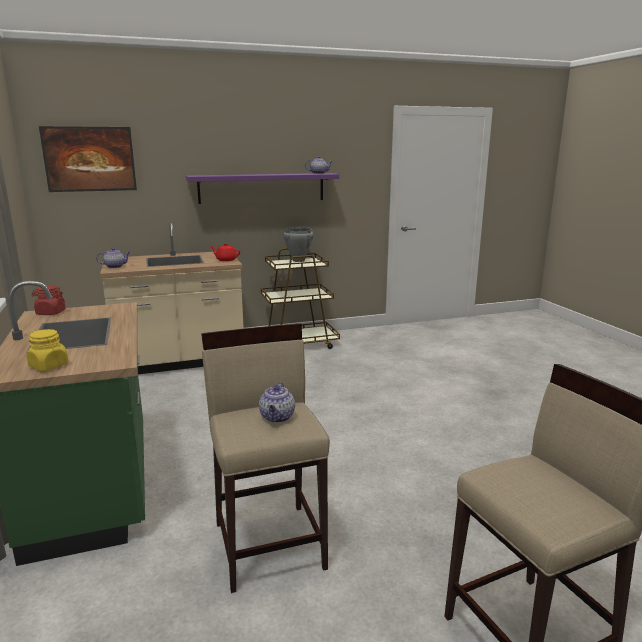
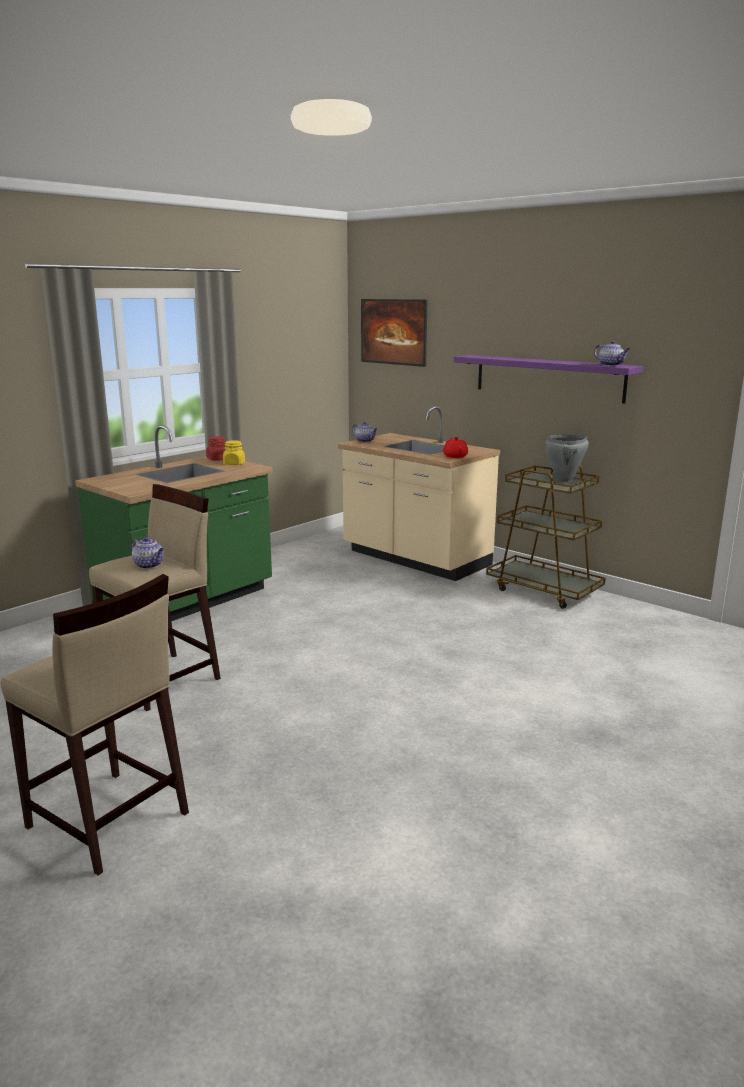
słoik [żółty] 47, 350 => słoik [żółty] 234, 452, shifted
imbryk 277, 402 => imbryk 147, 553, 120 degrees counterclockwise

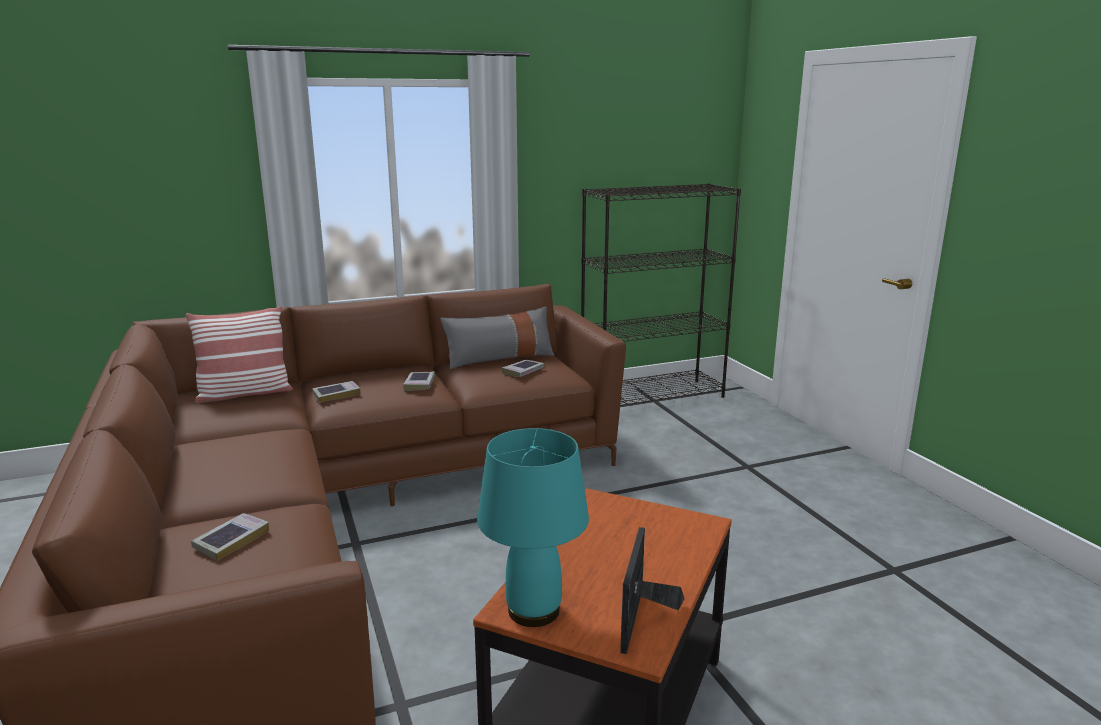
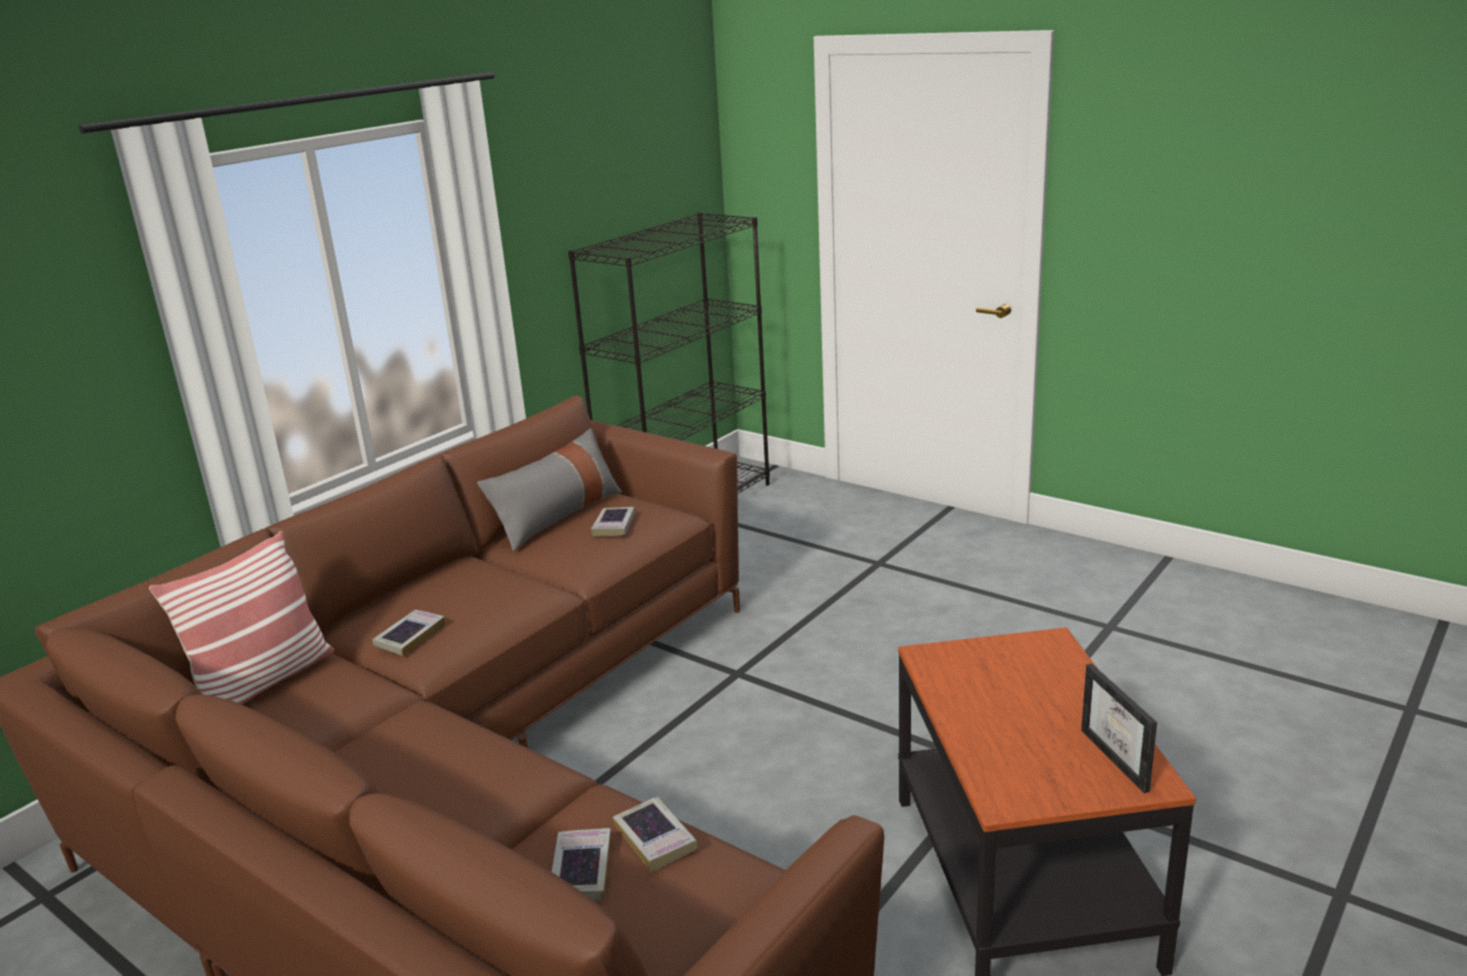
lampa stołowa [turkusowy] 533, 527 => nothing
książka 419, 381 => książka 655, 834, shifted

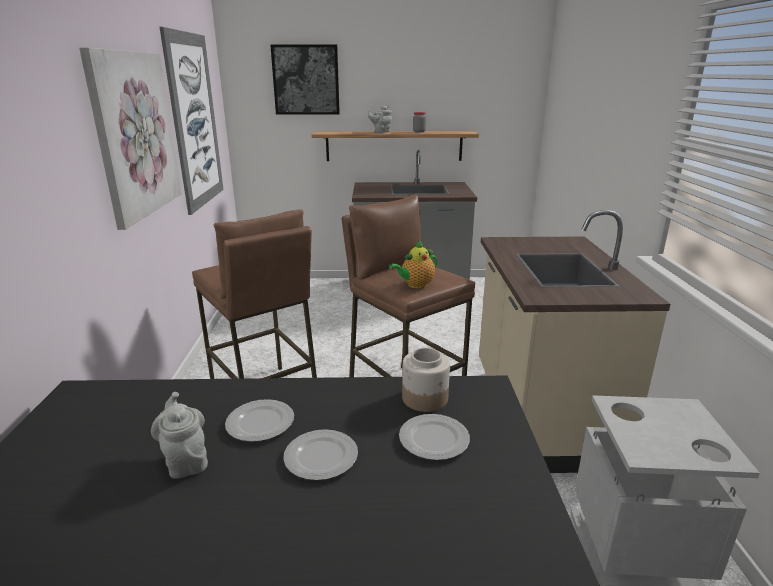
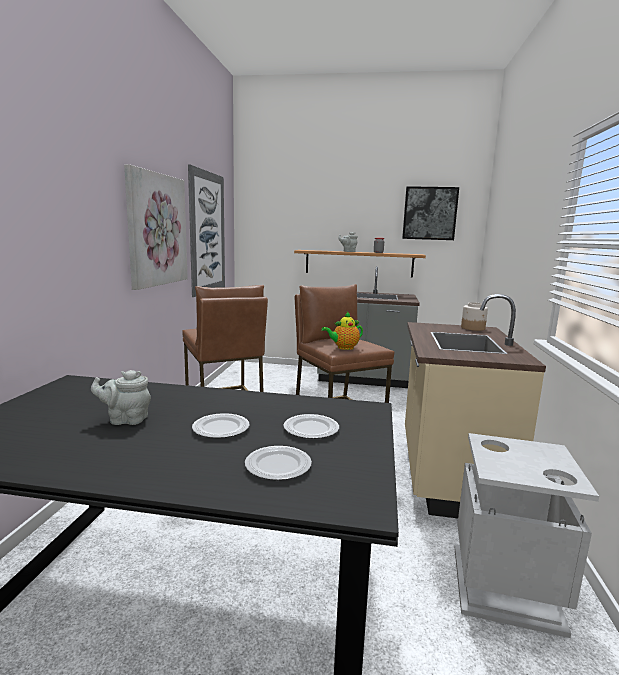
talerz 259, 420 => talerz 278, 463, shifted
obraz 305, 79 => obraz 430, 213, shifted
słoik 426, 380 => słoik 474, 316, shifted
imbryk [szary] 179, 435 => imbryk [szary] 121, 397, 75 degrees counterclockwise

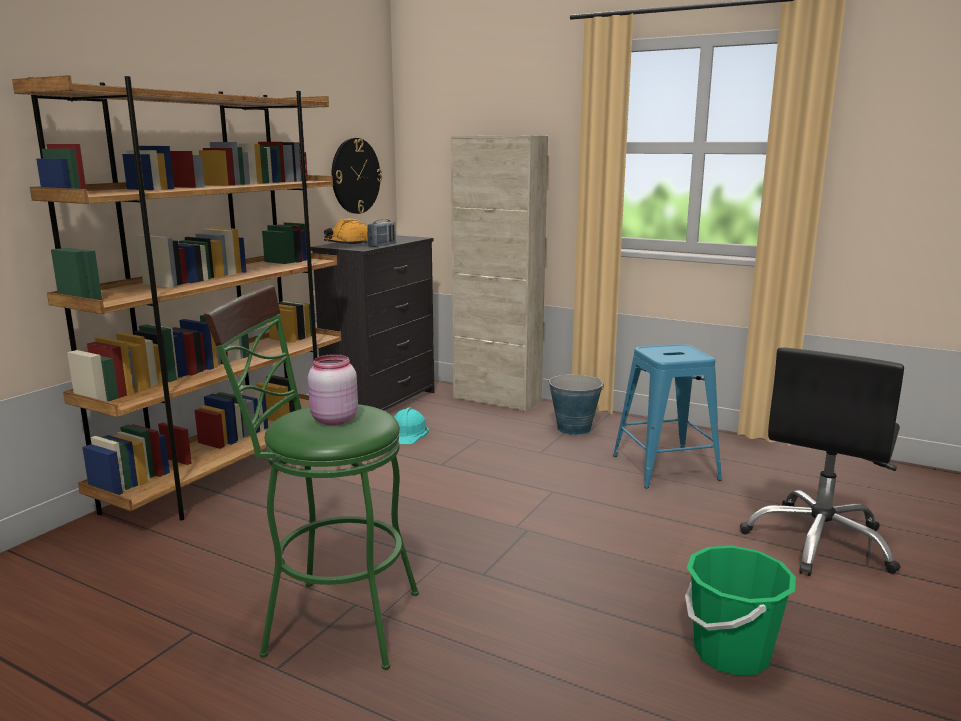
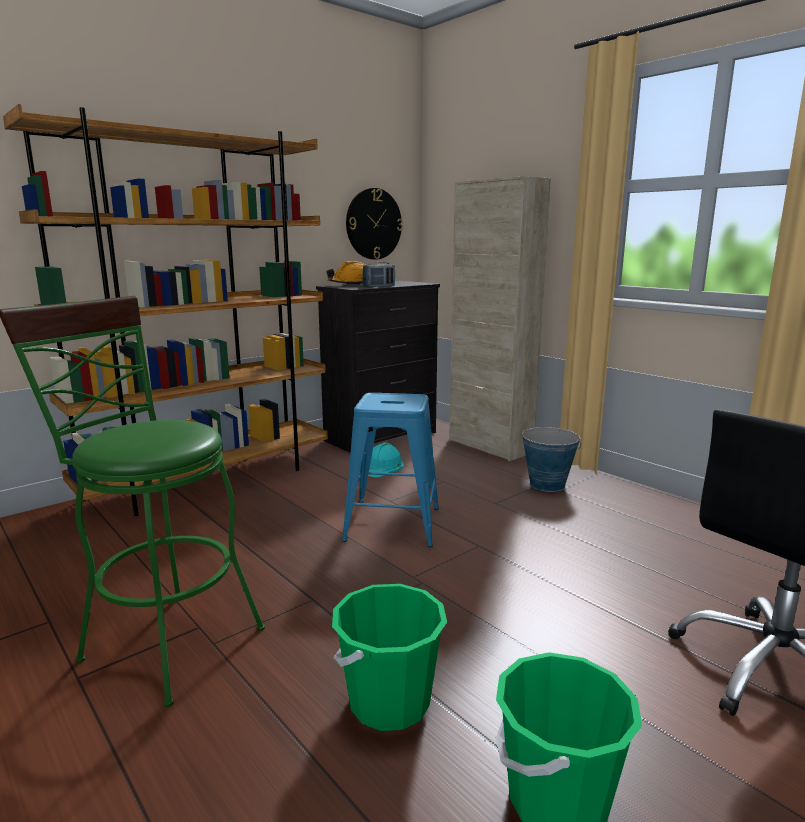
słoik [różowy] 333, 389 => nothing
nothing => wiadro [zielony] 389, 657
stołek [niebieski] 667, 416 => stołek [niebieski] 390, 470, shifted

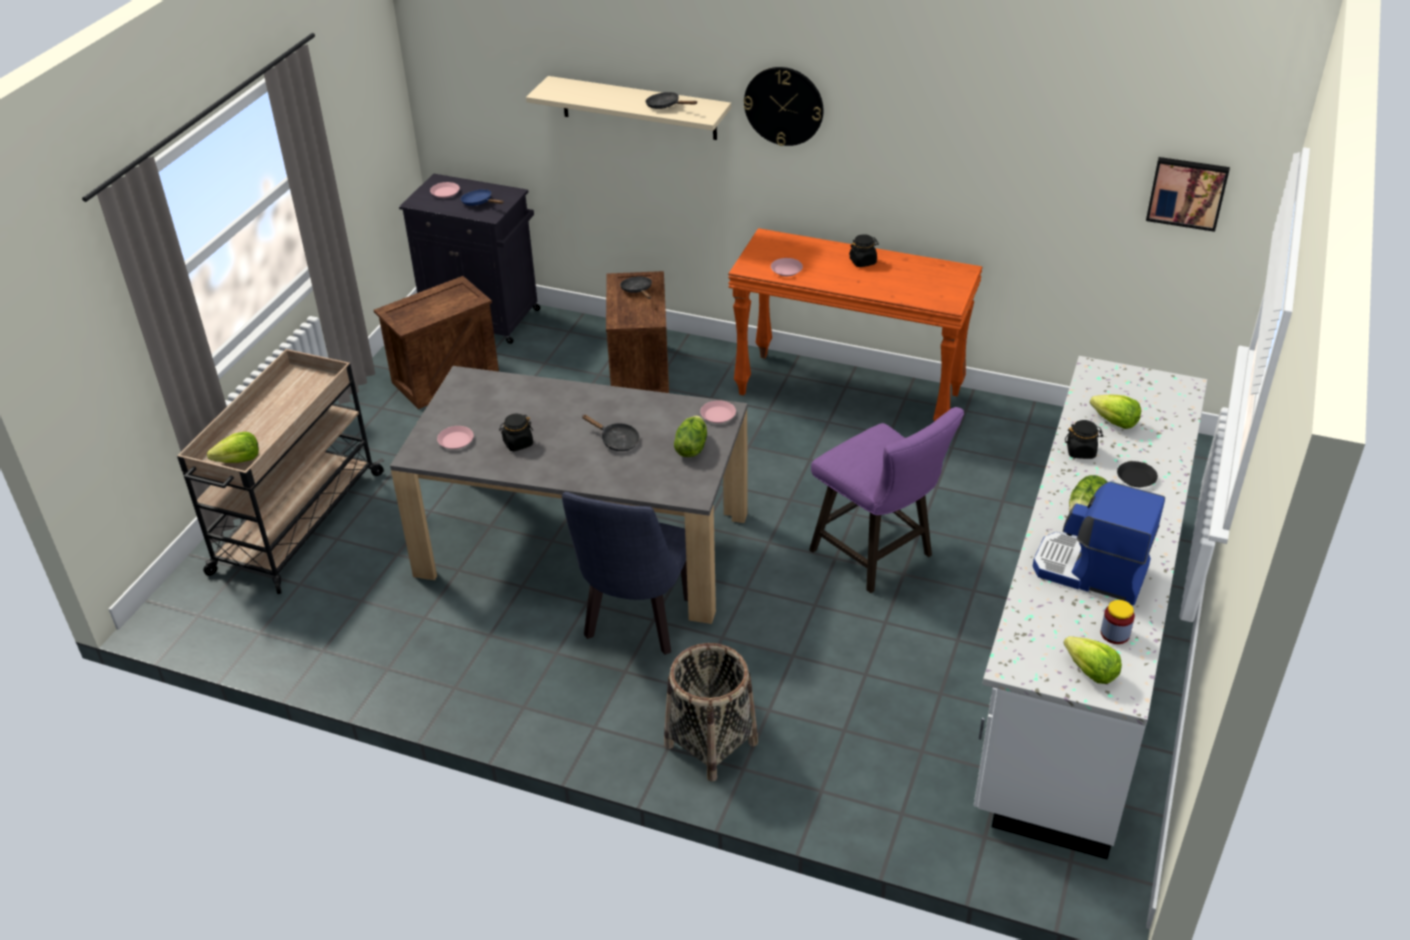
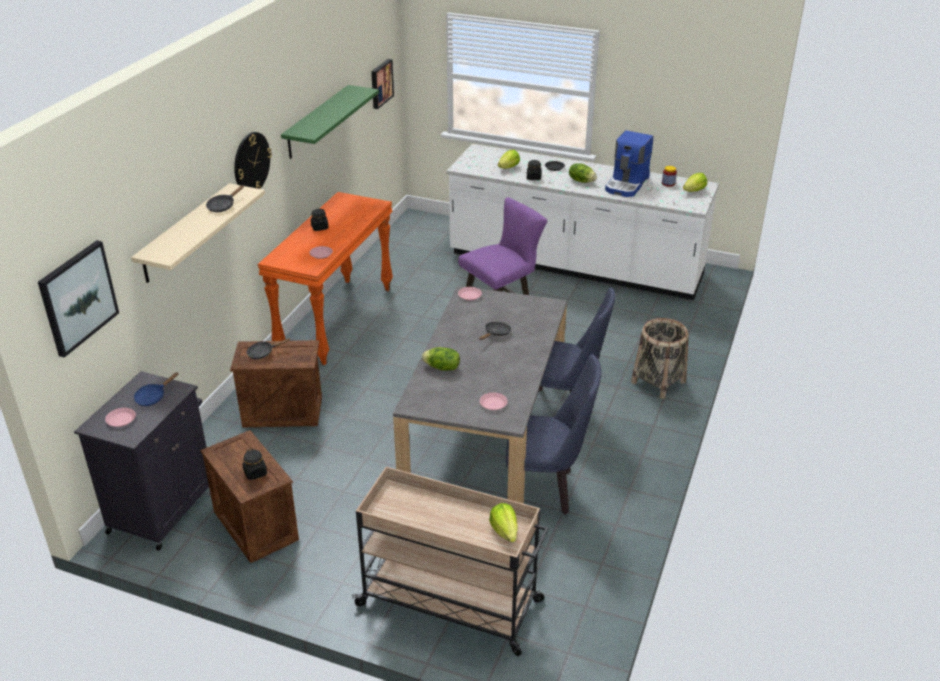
nothing => obraz 78, 299
nothing => półka [zielony] 330, 122
nothing => krzesło [niebieski] 553, 434
słoik [czarny] 516, 432 => słoik [czarny] 254, 464, shifted
sałata 690, 436 => sałata 441, 359, shifted

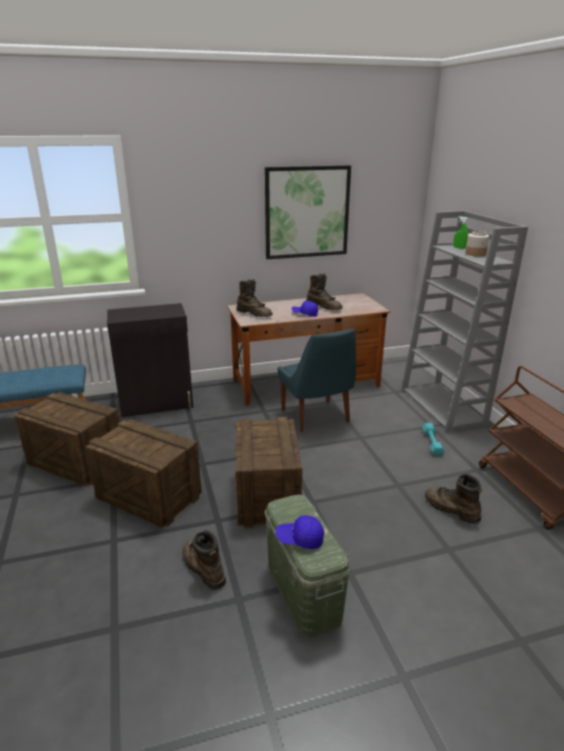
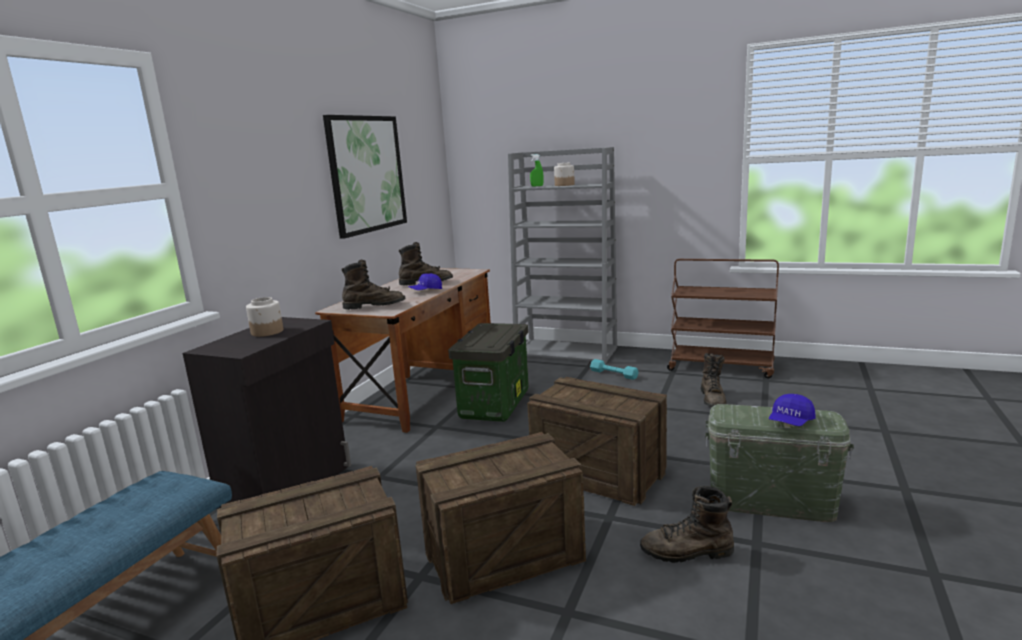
nothing => słoik 265, 317
krzesło [niebieski] 317, 380 => pojemnik do przechowywania 488, 372
but z cholewką [brązowy] 453, 499 => but z cholewką [brązowy] 714, 380, 75 degrees counterclockwise

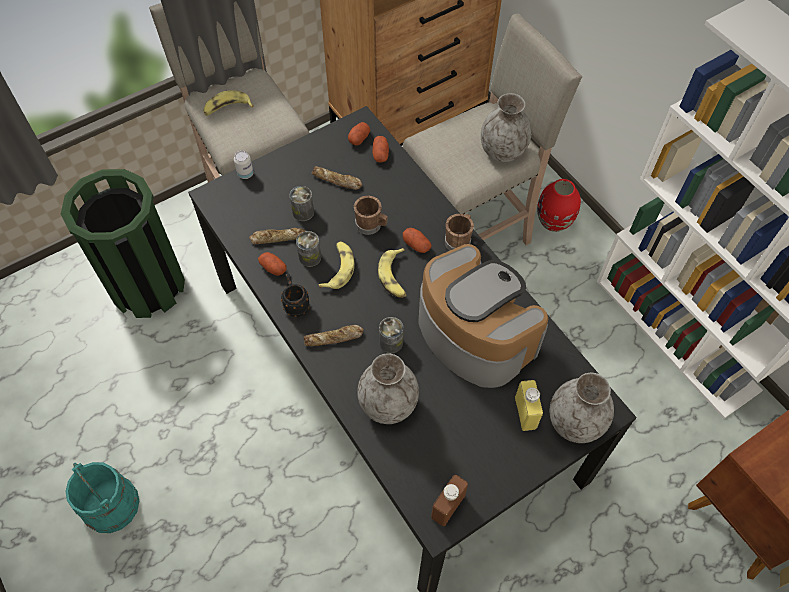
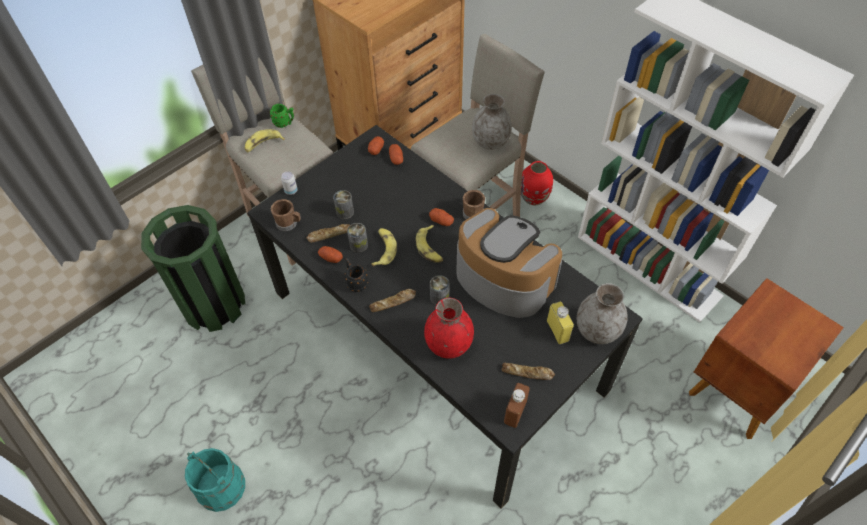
nothing => kubek [zielony] 281, 116
chleb 337, 178 => chleb 528, 371, shifted
kubek [brązowy] 371, 215 => kubek [brązowy] 286, 215, shifted
wazon [szary] 388, 388 => wazon [czerwony] 449, 328

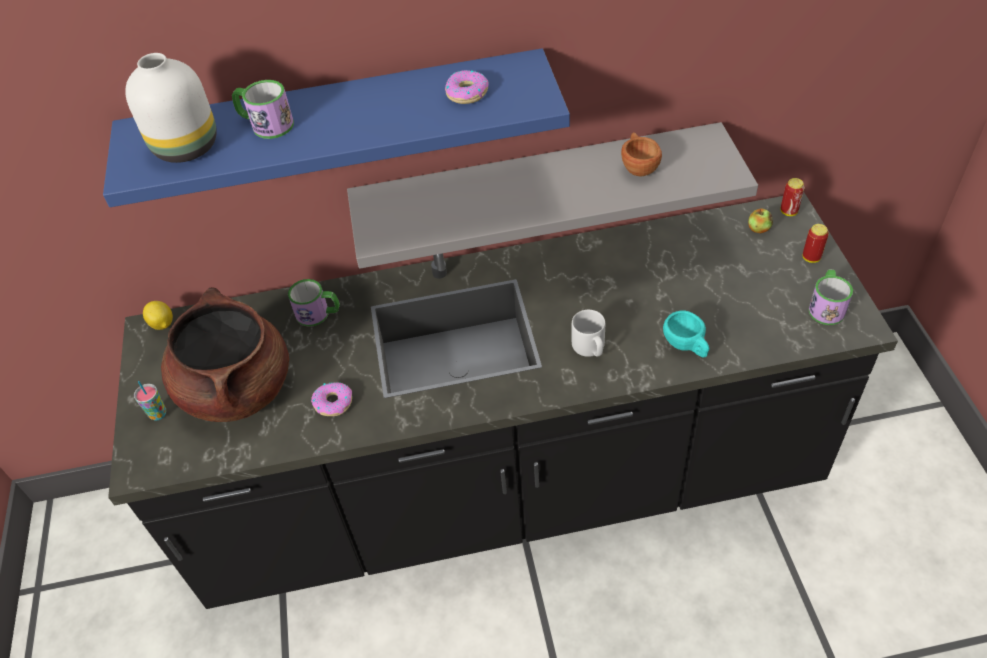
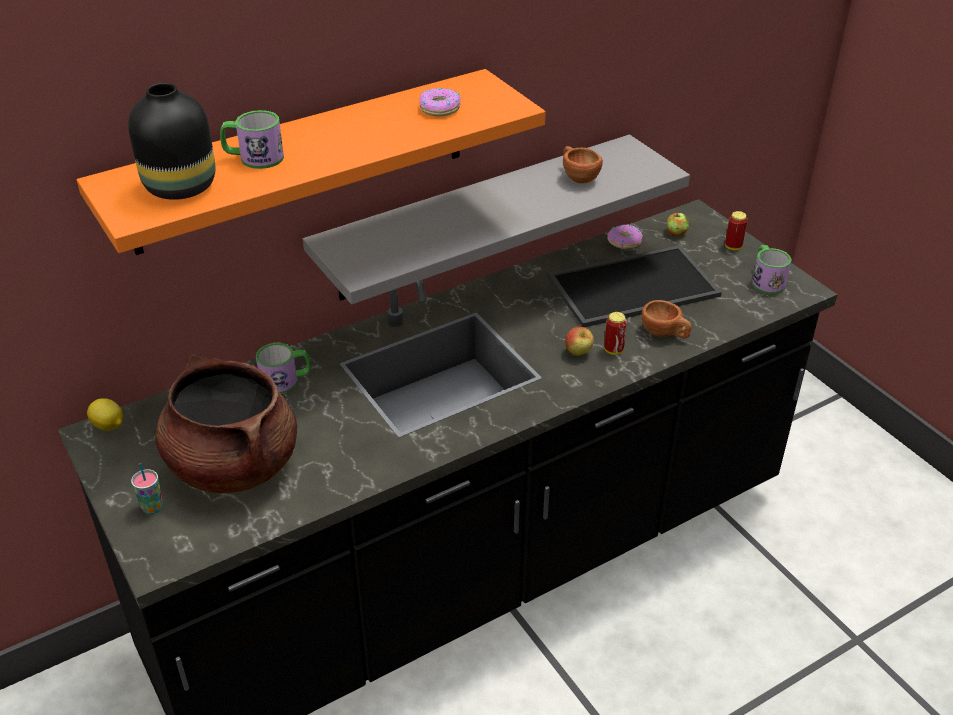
nothing => taca 634, 286
donut 331, 399 => donut 625, 236, shifted
puszka 792, 197 => puszka 615, 333, shifted
kubek [szary] 588, 333 => jabłko 580, 341
półka [niebieski] 336, 127 => półka [pomarańczowy] 311, 162
wazon [biały] 171, 108 => wazon [czarny] 171, 141
filiżanka [turkusowy] 686, 334 => filiżanka [brązowy] 667, 319

